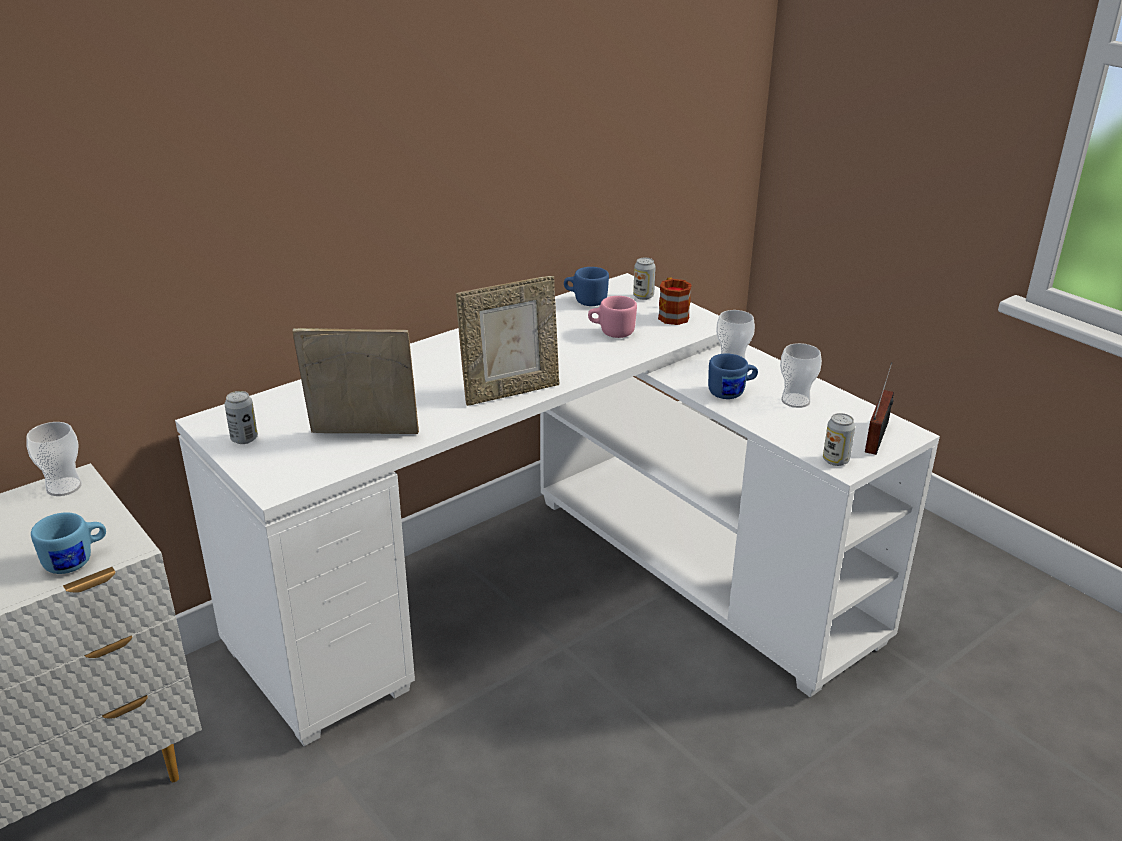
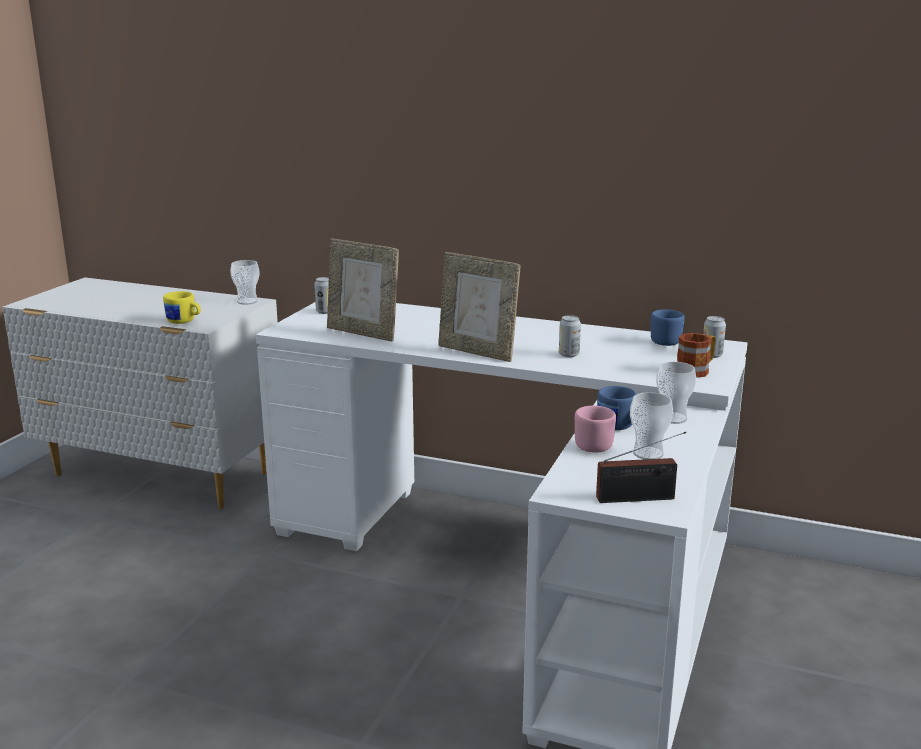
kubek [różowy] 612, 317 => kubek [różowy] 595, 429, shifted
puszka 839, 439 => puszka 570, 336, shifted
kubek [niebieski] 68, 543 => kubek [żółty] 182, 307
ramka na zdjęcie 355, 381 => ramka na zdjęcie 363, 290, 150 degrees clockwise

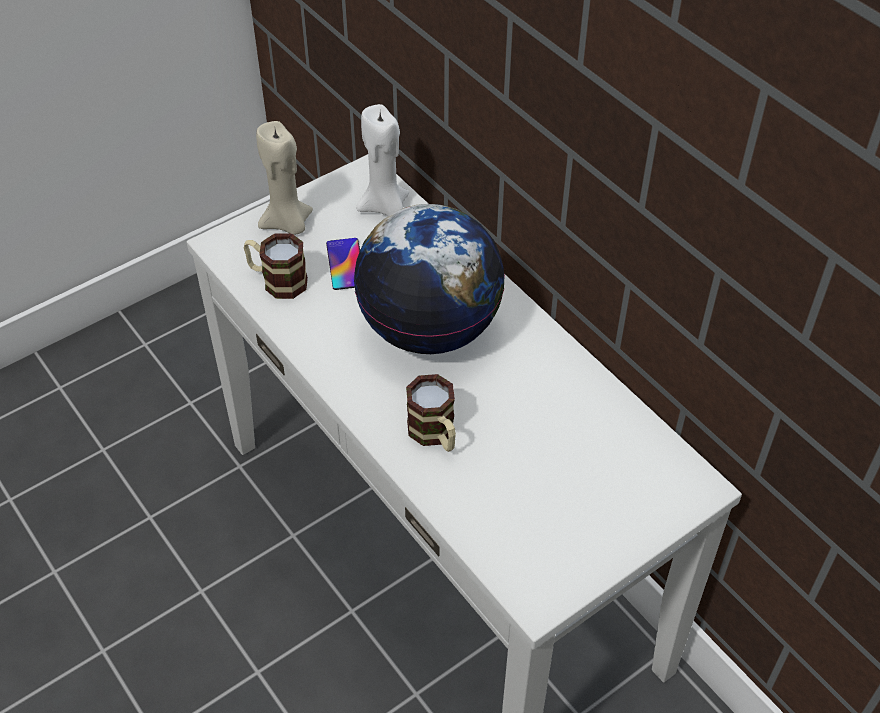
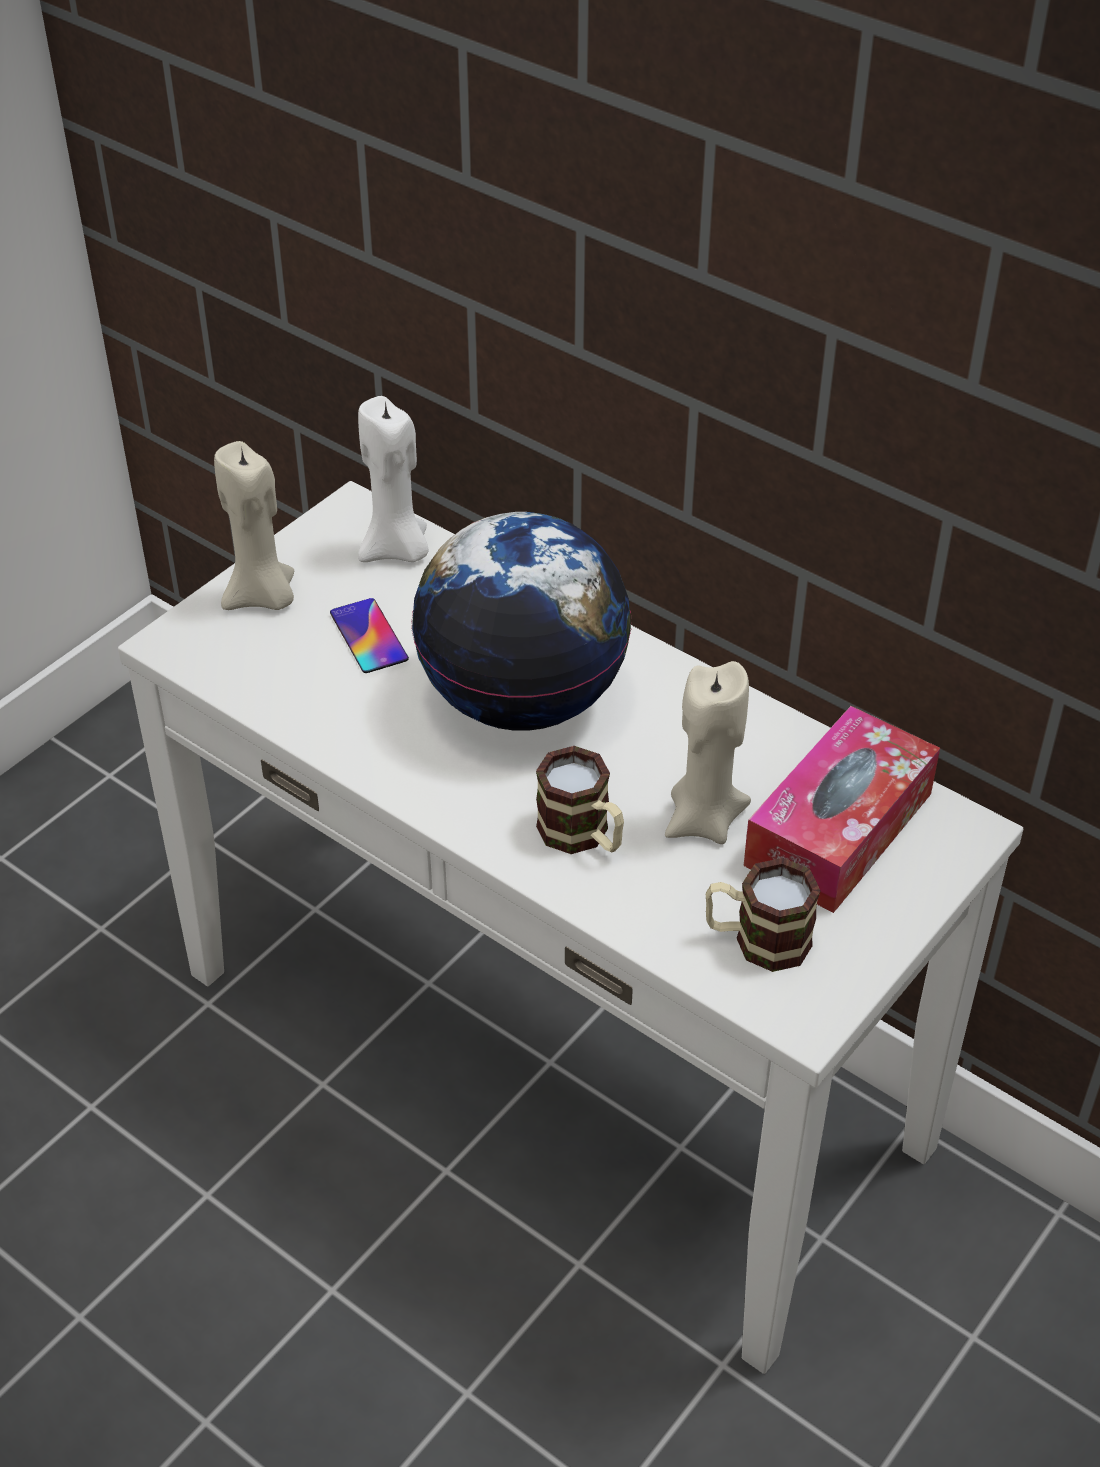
nothing => świeca [beżowy] 708, 752
nothing => pudełko chusteczek 842, 809
kubek 276, 266 => kubek 763, 915, shifted

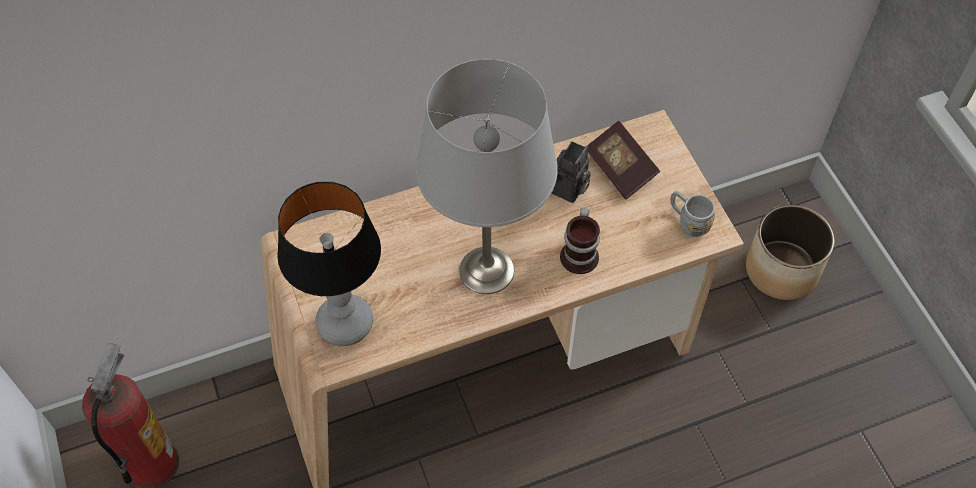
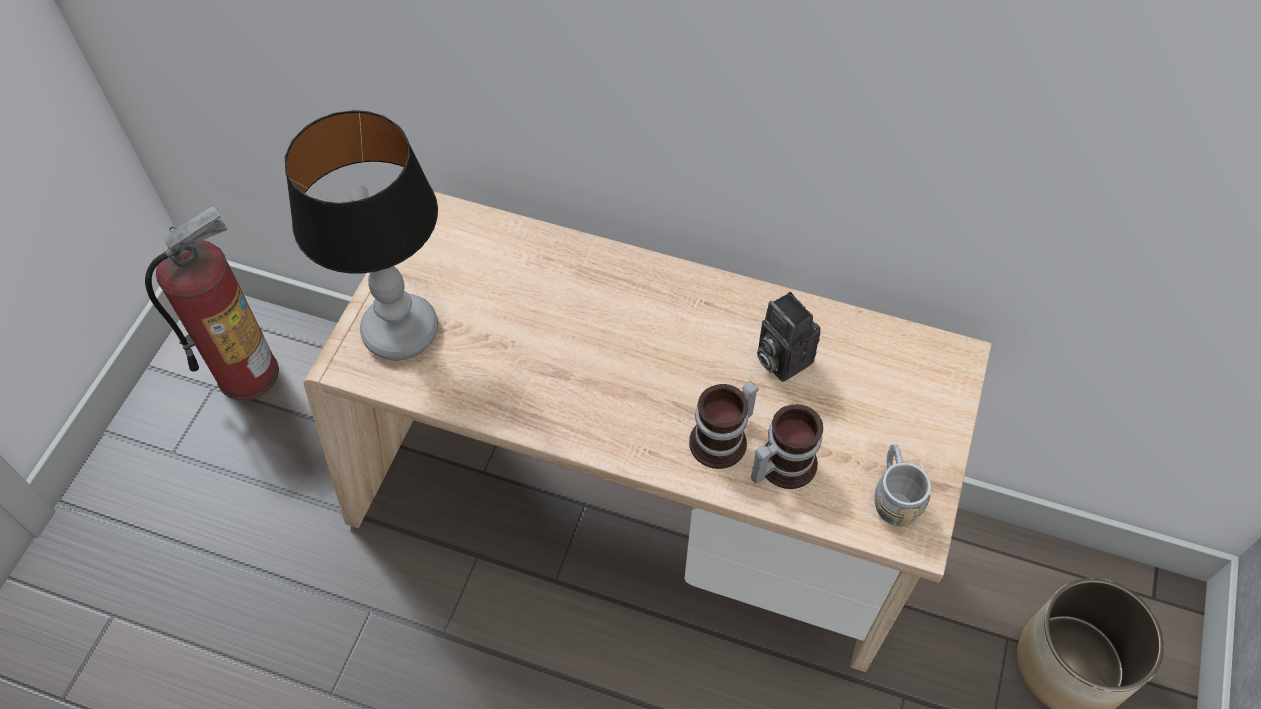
lampa stołowa [szary] 487, 176 => nothing
książka 623, 160 => nothing
nothing => kubek 787, 446
aparat fotograficzny 571, 172 => aparat fotograficzny 789, 337, 75 degrees clockwise

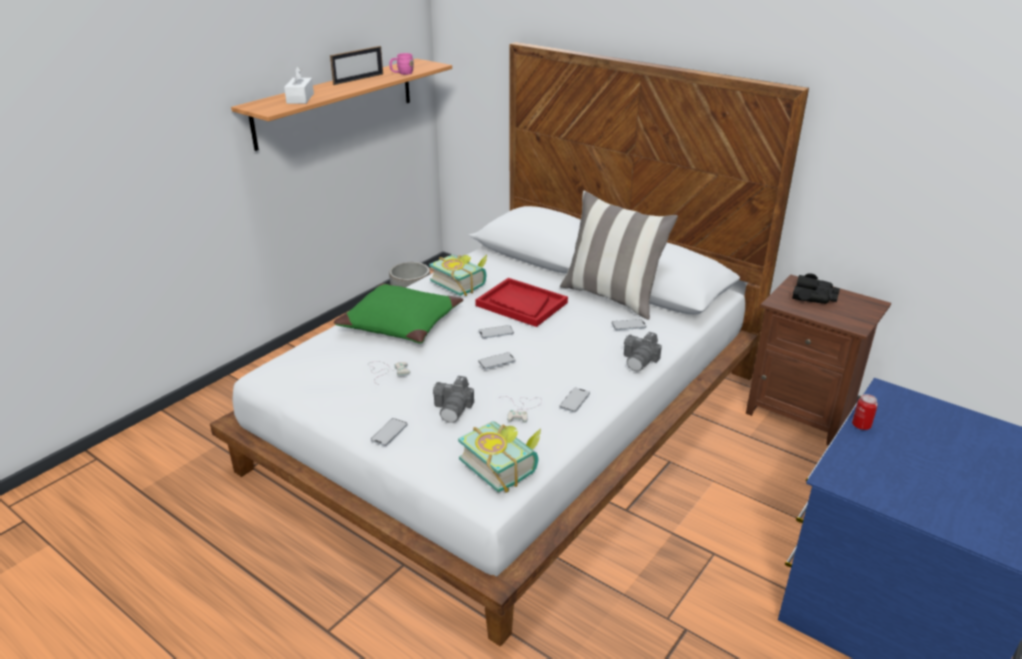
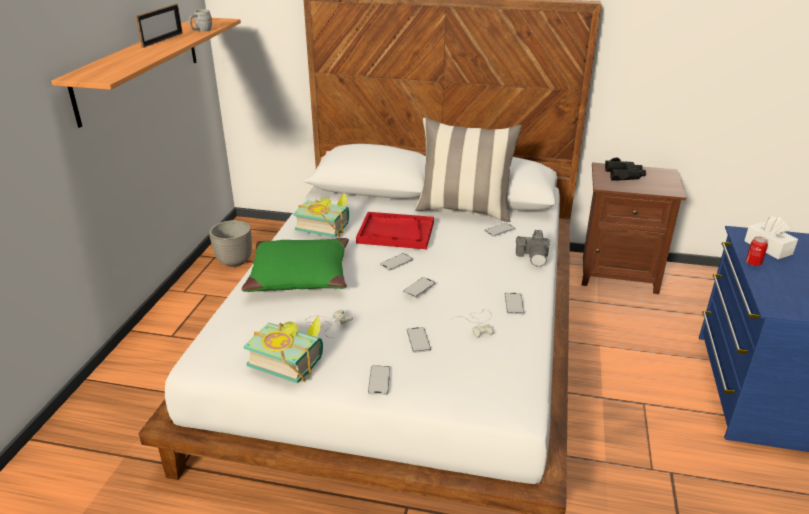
pudełko chusteczek [biały] 299, 85 => pudełko chusteczek [biały] 771, 237, shifted
książka 500, 457 => książka 283, 349, shifted
aparat fotograficzny 453, 399 => telefon 419, 340
kubek [różowy] 401, 64 => kubek [szary] 200, 20

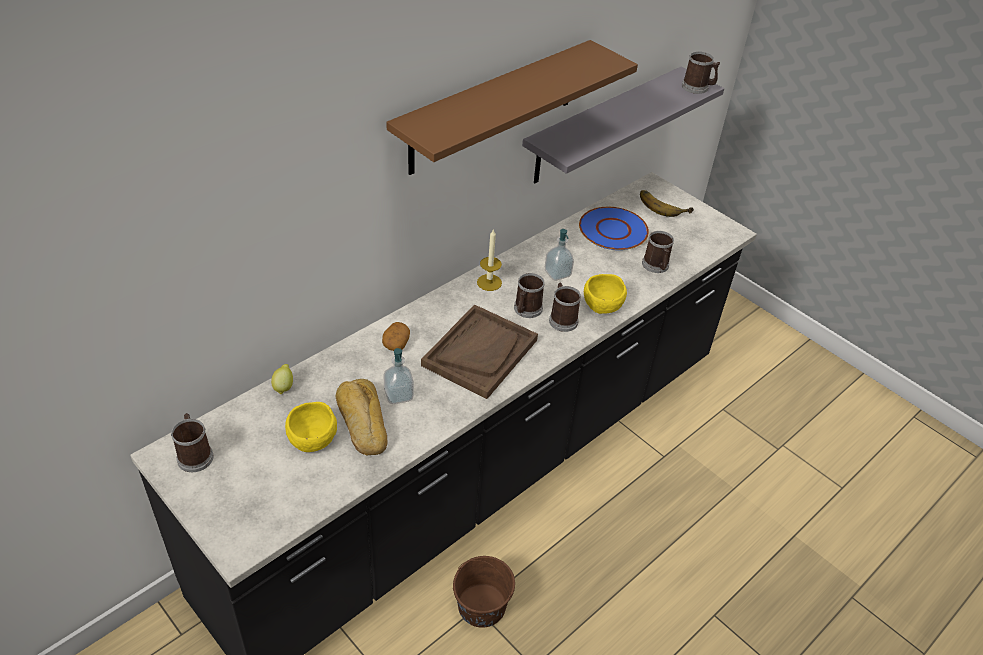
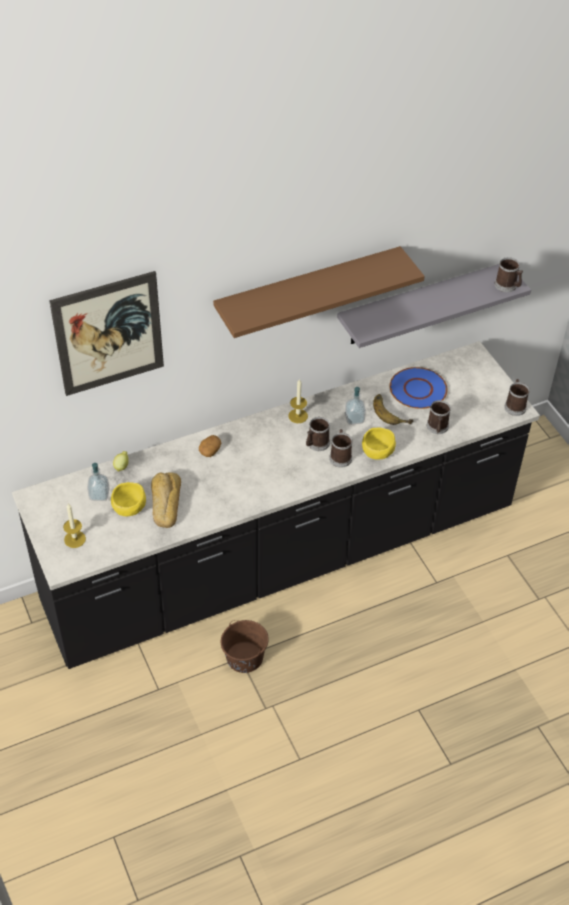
taca [brązowy] 479, 351 => nothing
nothing => obraz 106, 333
nothing => świeca 74, 525
kubek 192, 442 => kubek 517, 397, shifted
dozownik mydła 398, 376 => dozownik mydła 98, 482, shifted
banan 667, 203 => banan 393, 409, shifted

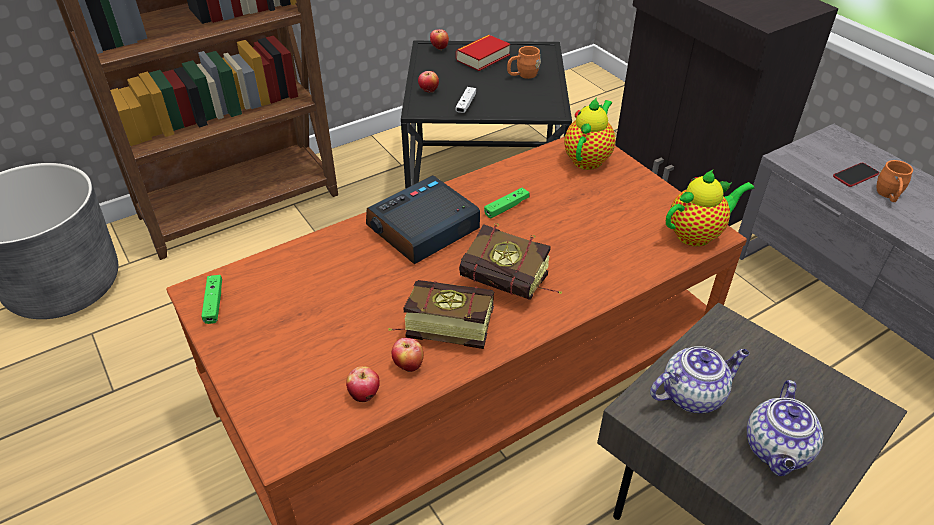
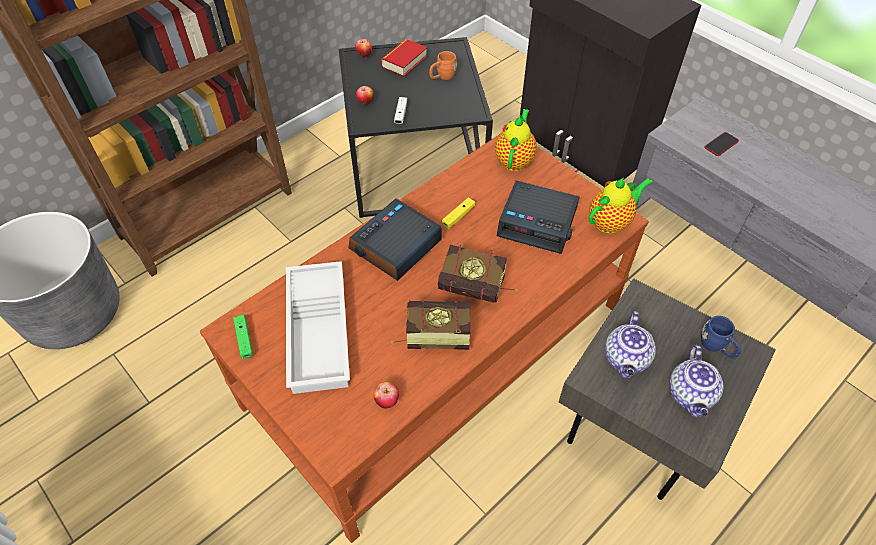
jabłko 408, 355 => nothing
kubek [pomarańczowy] 895, 181 => nothing
nothing => taca [biały] 318, 327
nothing => budzik 538, 217
nothing => kubek [niebieski] 721, 337
pad do gier [zielony] 506, 203 => pad do gier [żółty] 458, 213
imbryk 700, 379 => imbryk 630, 345, 135 degrees clockwise

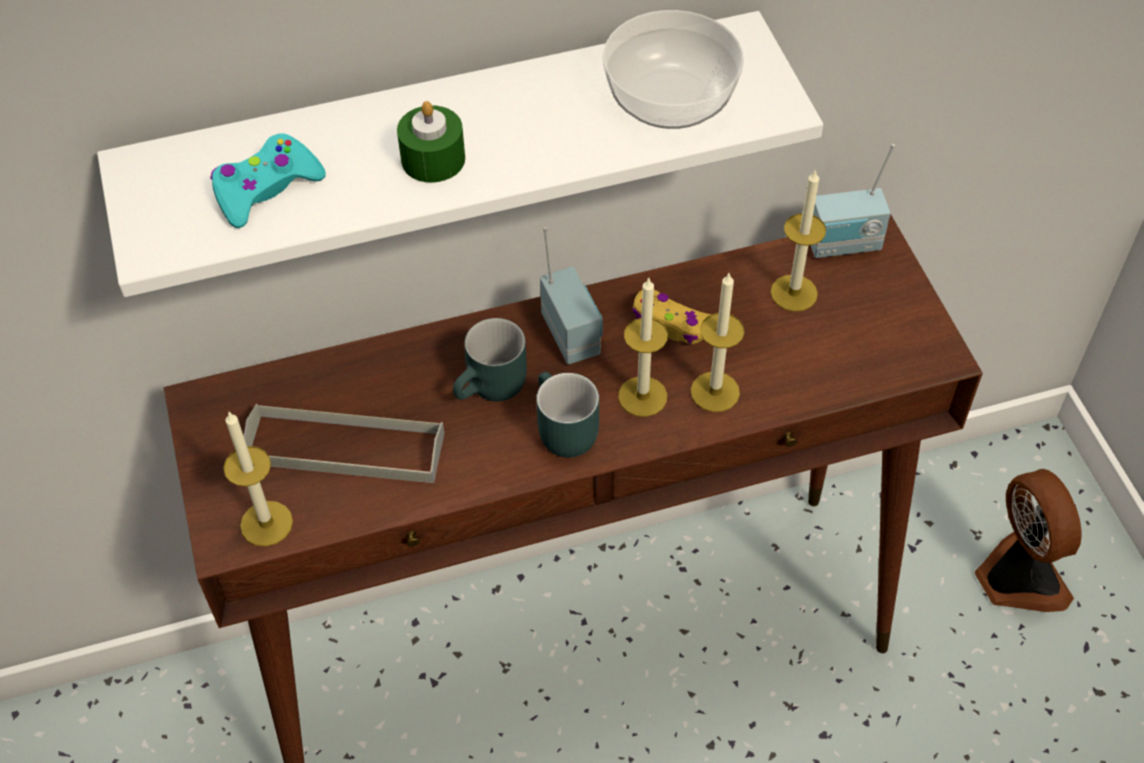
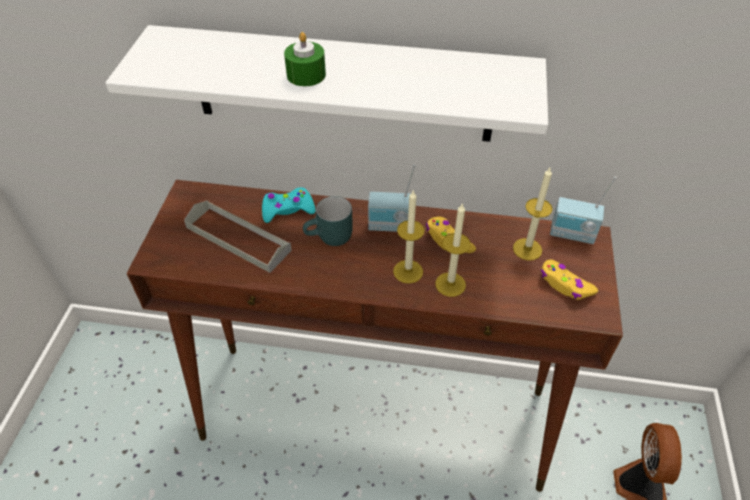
świeca 258, 479 => nothing
kubek [turkusowy] 567, 415 => nothing
miska 673, 69 => nothing
nothing => pad do gier [żółty] 569, 280
pad do gier [turkusowy] 268, 180 => pad do gier [turkusowy] 289, 205, shifted
radio 571, 296 => radio 392, 198, 90 degrees clockwise

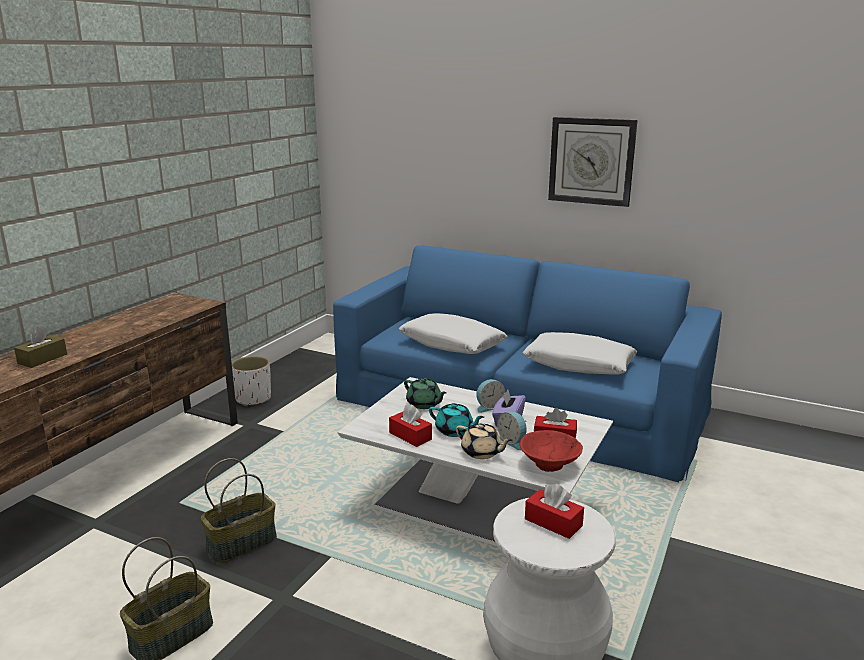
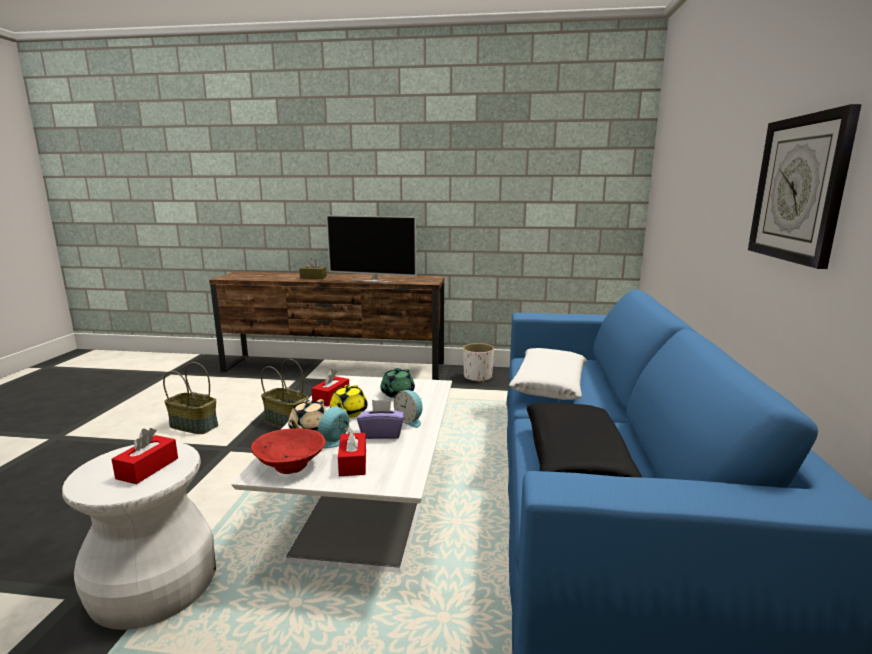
nothing => telewizor 371, 249
imbryk [turkusowy] 456, 420 => imbryk [żółty] 349, 401
poduszka [biały] 579, 353 => poduszka [czarny] 585, 440

